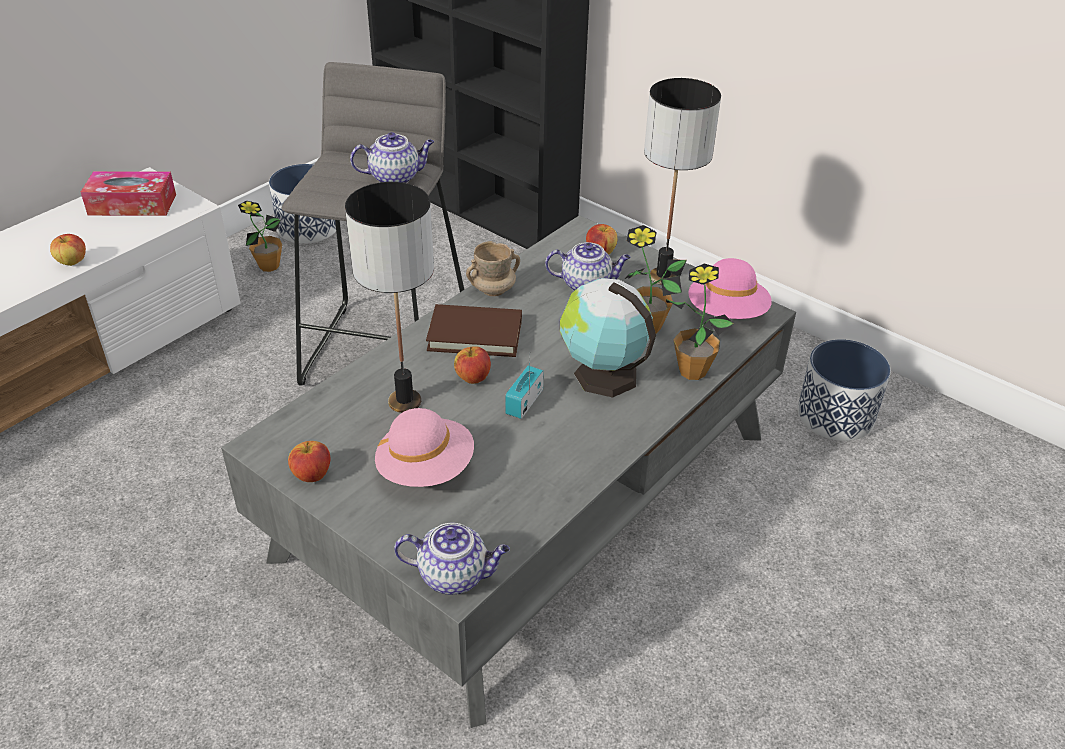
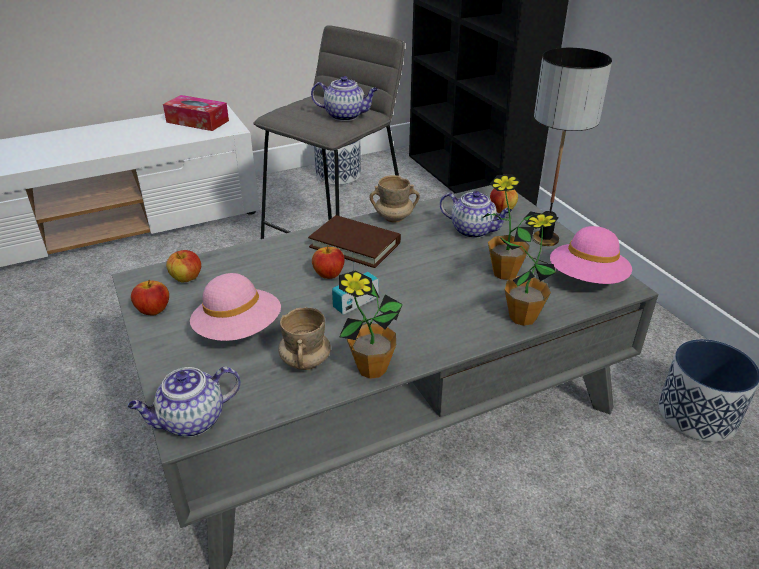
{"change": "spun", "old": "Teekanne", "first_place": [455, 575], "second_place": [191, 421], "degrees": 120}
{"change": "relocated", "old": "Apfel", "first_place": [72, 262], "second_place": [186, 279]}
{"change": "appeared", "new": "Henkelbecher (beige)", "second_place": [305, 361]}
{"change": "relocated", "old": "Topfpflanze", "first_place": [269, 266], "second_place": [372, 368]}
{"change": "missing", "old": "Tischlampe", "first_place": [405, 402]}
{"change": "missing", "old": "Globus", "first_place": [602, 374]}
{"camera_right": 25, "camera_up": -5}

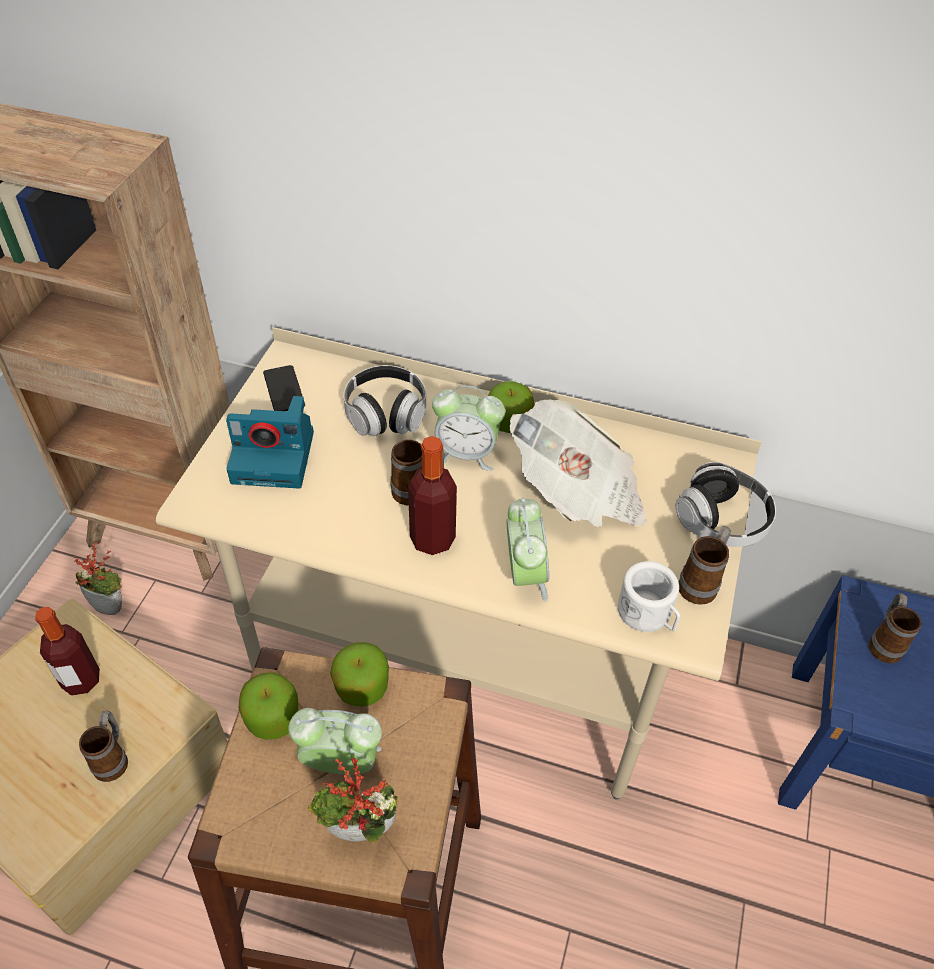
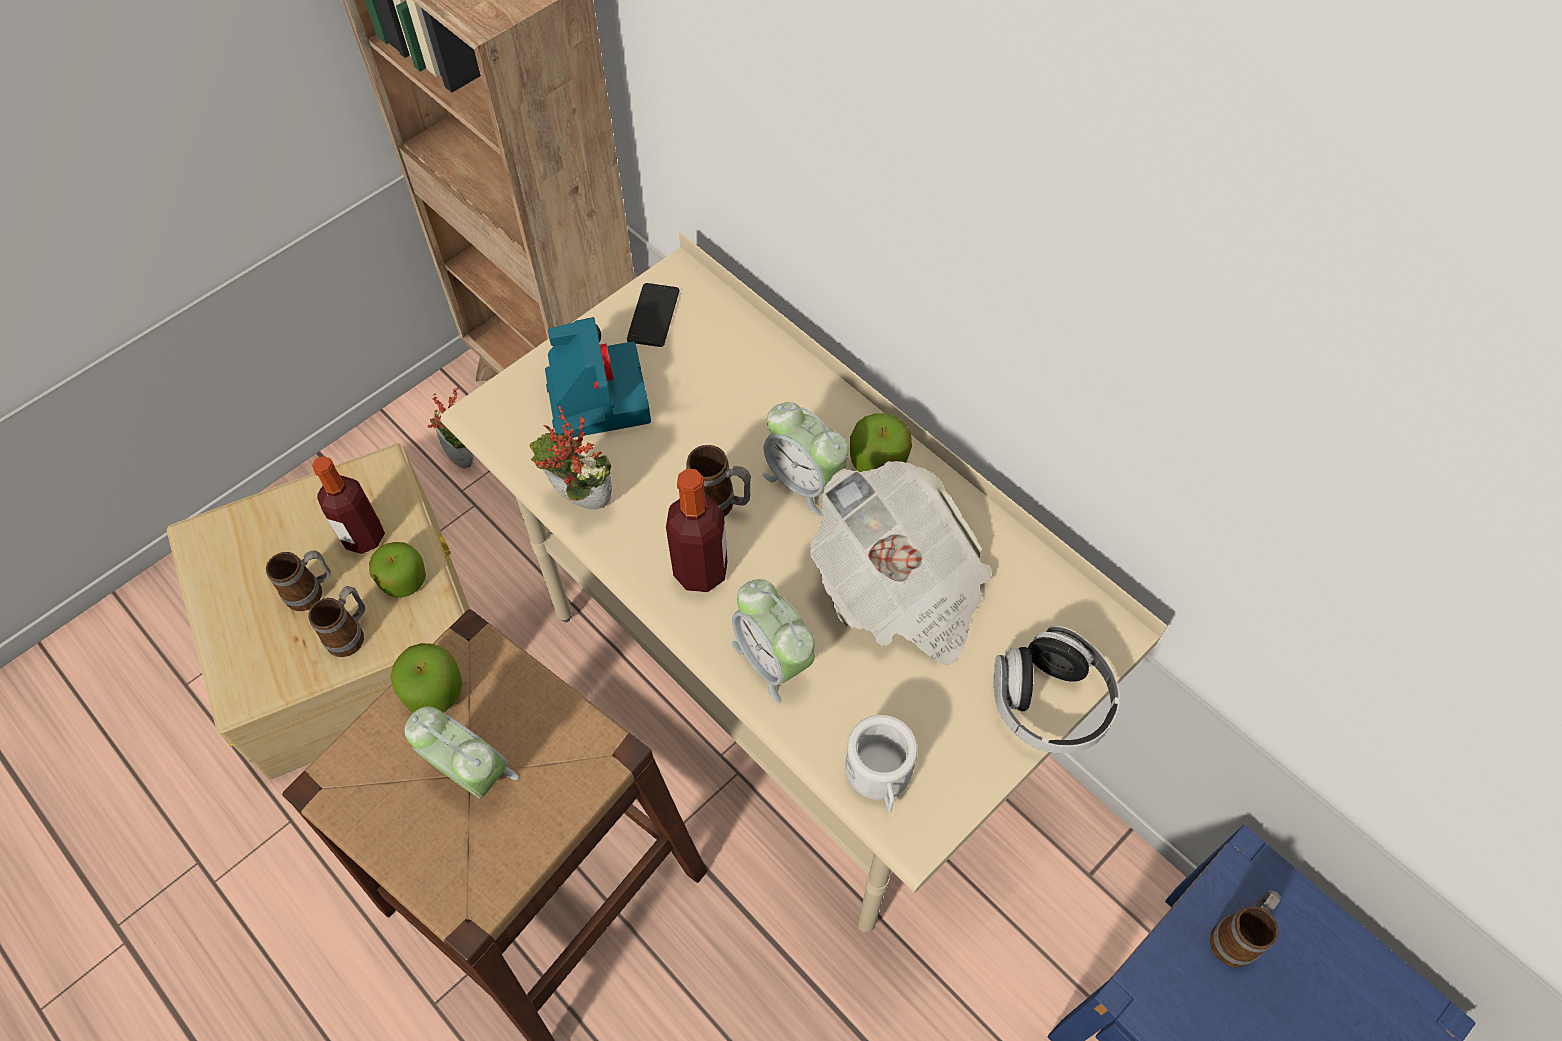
{"change": "relocated", "old": "Henkelbecher", "first_place": [701, 583], "second_place": [312, 592]}
{"change": "relocated", "old": "Apfel", "first_place": [361, 687], "second_place": [403, 580]}
{"change": "relocated", "old": "Topfpflanze", "first_place": [359, 837], "second_place": [579, 503]}
{"change": "spun", "old": "Kamera", "first_place": [275, 456], "second_place": [596, 396], "degrees": -135}
{"change": "spun", "old": "Wecker", "first_place": [524, 574], "second_place": [773, 660], "degrees": 120}
{"change": "missing", "old": "Kopfhörer", "first_place": [386, 414]}
{"camera_right": 30, "camera_up": 10}

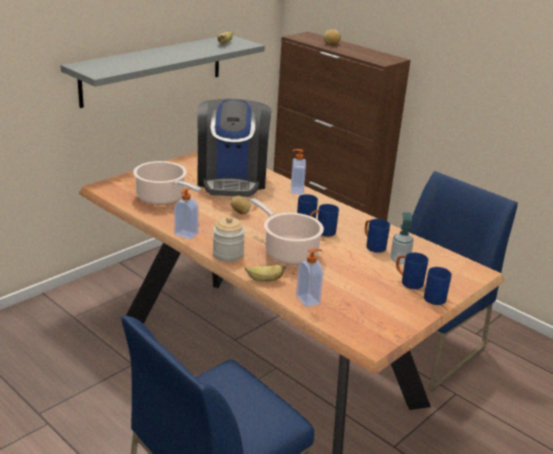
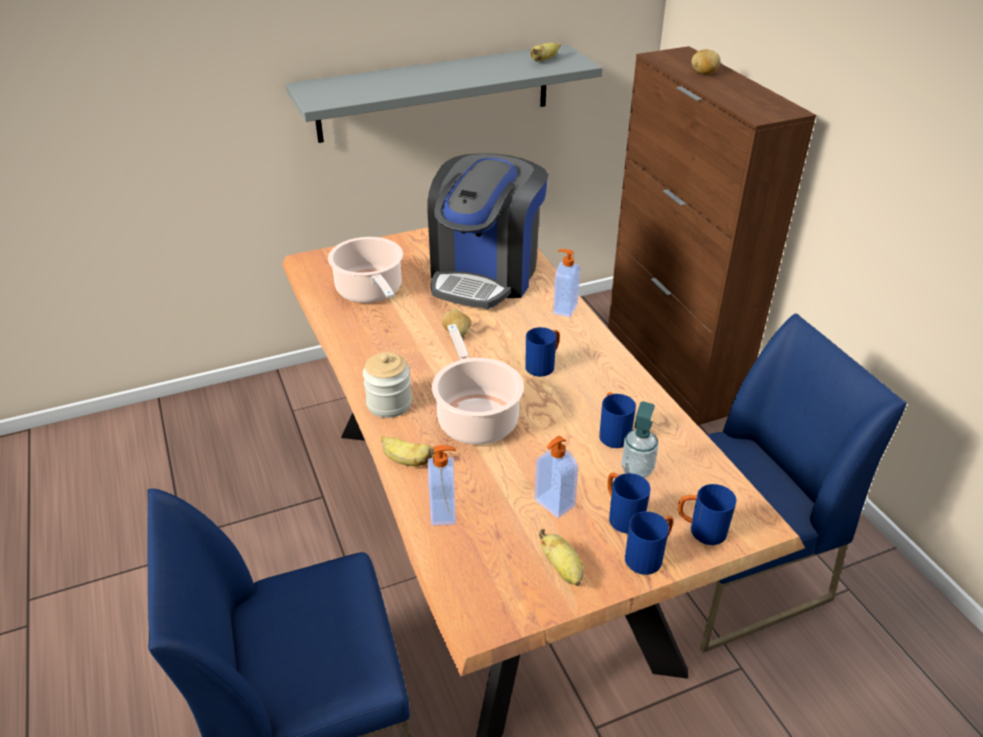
{"change": "relocated", "old": "Seifenspender", "first_place": [185, 234], "second_place": [553, 504]}
{"change": "appeared", "new": "Banane", "second_place": [563, 569]}
{"change": "relocated", "old": "Henkelbecher (blau)", "first_place": [322, 232], "second_place": [700, 530]}
{"camera_right": 25, "camera_up": 10}

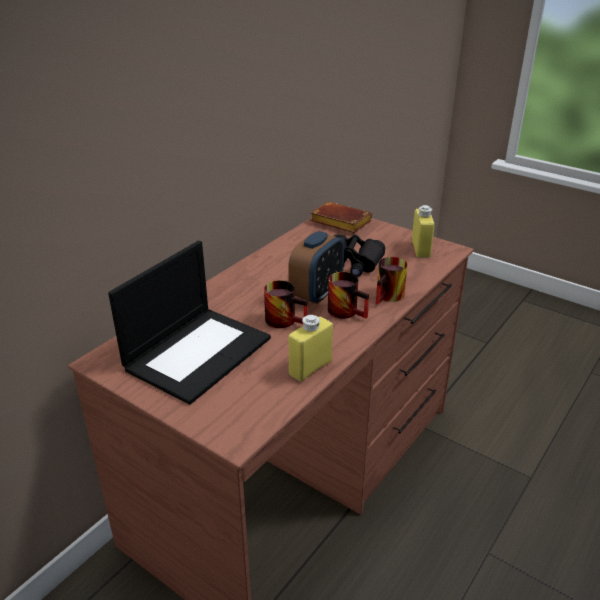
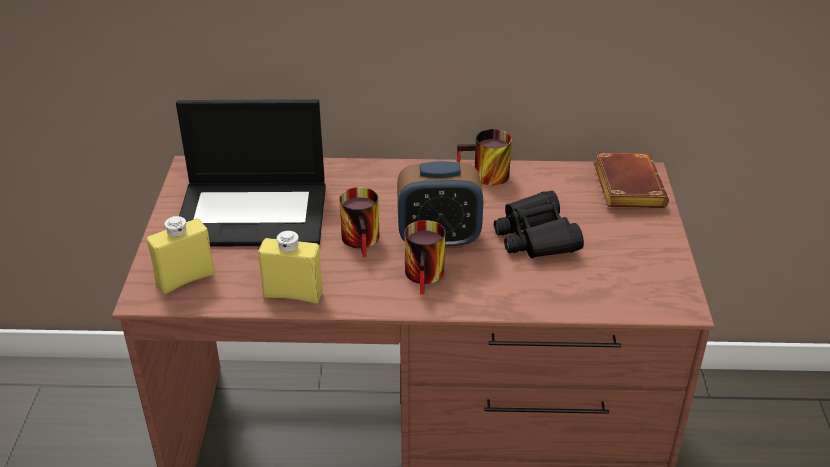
{"change": "relocated", "old": "Flasche (gelb)", "first_place": [420, 249], "second_place": [185, 279]}
{"change": "relocated", "old": "Henkelbecher", "first_place": [390, 297], "second_place": [485, 177]}
{"camera_right": 55, "camera_up": 5}

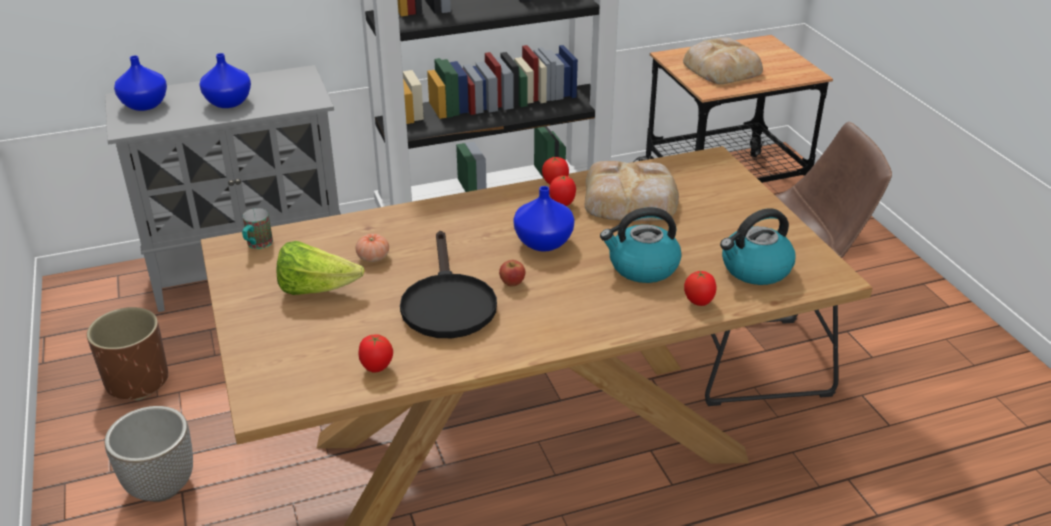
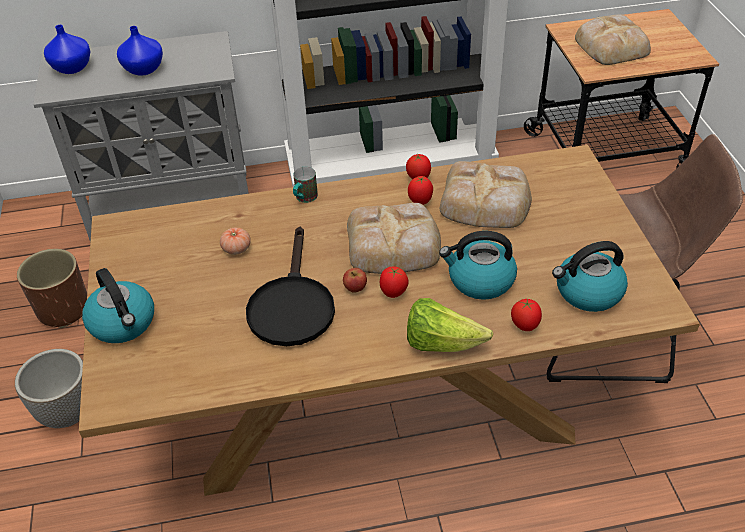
{"change": "appeared", "new": "Wasserkessel", "second_place": [123, 323]}
{"change": "relocated", "old": "Henkelbecher", "first_place": [257, 245], "second_place": [304, 199]}
{"change": "exchanged", "old": "Vase (blau)", "new": "Brot", "first_place": [544, 242], "second_place": [394, 245]}
{"change": "relocated", "old": "Tomate", "first_place": [376, 368], "second_place": [393, 293]}
{"change": "relocated", "old": "Salatkopf", "first_place": [316, 289], "second_place": [441, 343]}
{"camera_right": 10, "camera_up": 10}

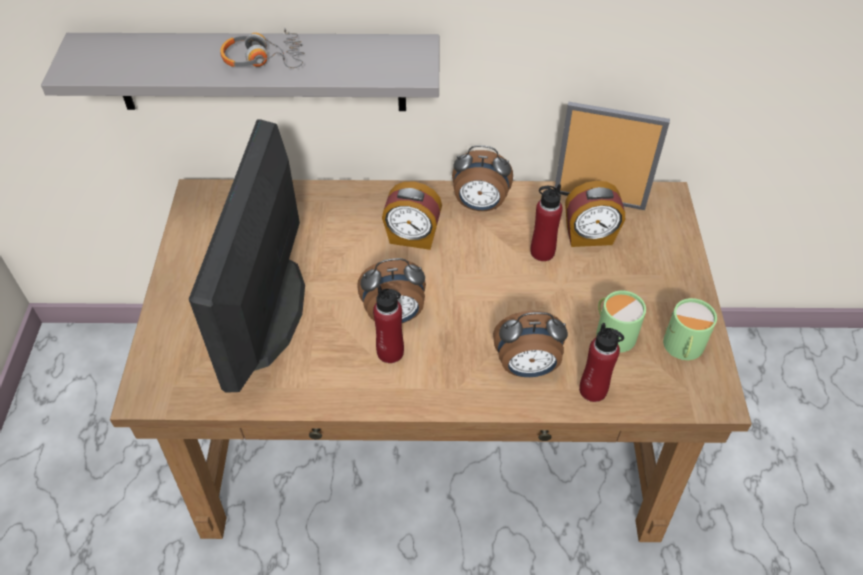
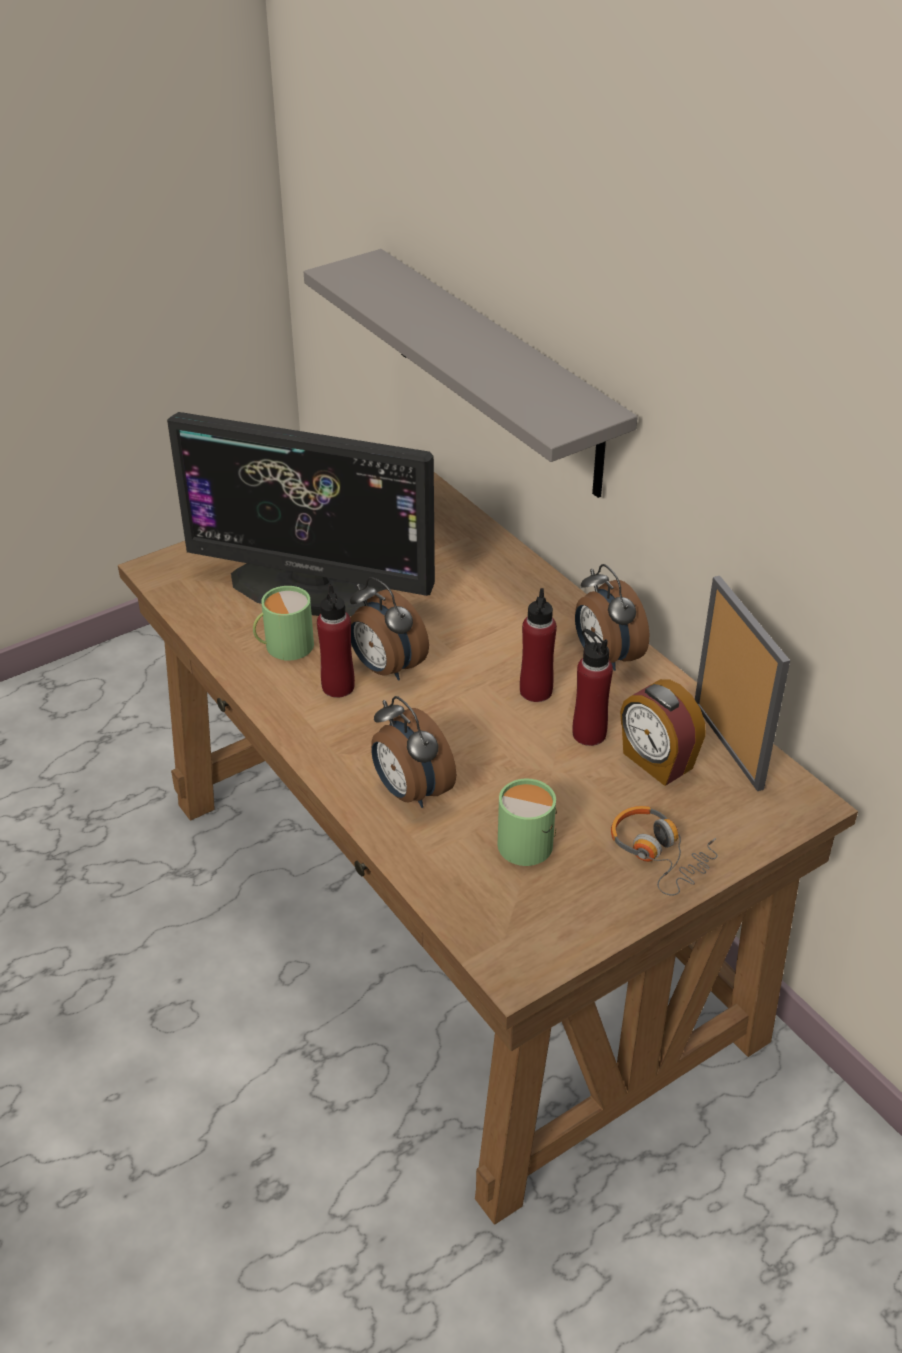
{"change": "spun", "old": "Monitor", "first_place": [266, 311], "second_place": [311, 587], "degrees": -135}
{"change": "relocated", "old": "Henkelbecher (grün)", "first_place": [682, 347], "second_place": [284, 646]}
{"change": "relocated", "old": "Flasche (rot)", "first_place": [593, 390], "second_place": [536, 691]}
{"change": "relocated", "old": "Kopfhörer", "first_place": [264, 59], "second_place": [658, 855]}
{"change": "missing", "old": "Wecker", "first_place": [412, 237]}
{"camera_right": 55, "camera_up": -10}

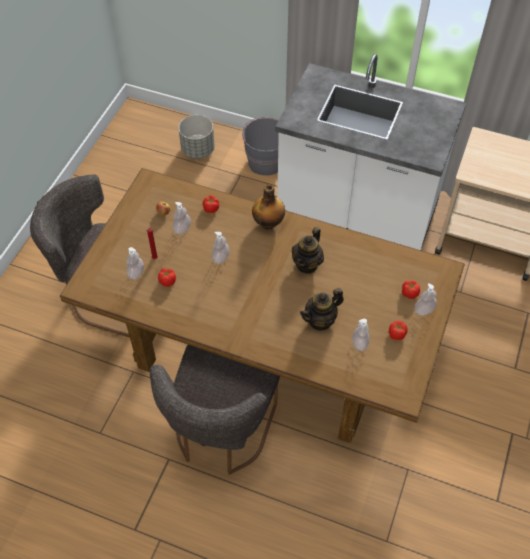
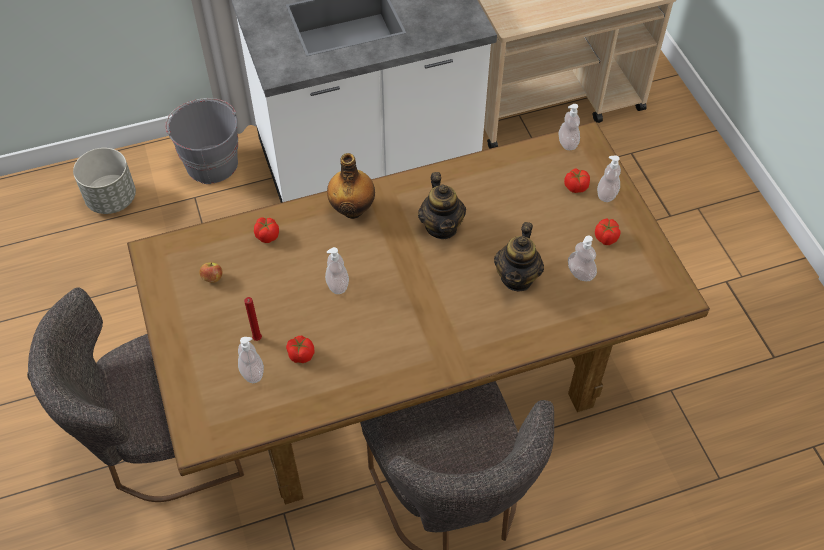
{"change": "relocated", "old": "Seifenspender", "first_place": [182, 229], "second_place": [567, 143]}
{"camera_right": -40, "camera_up": 0}

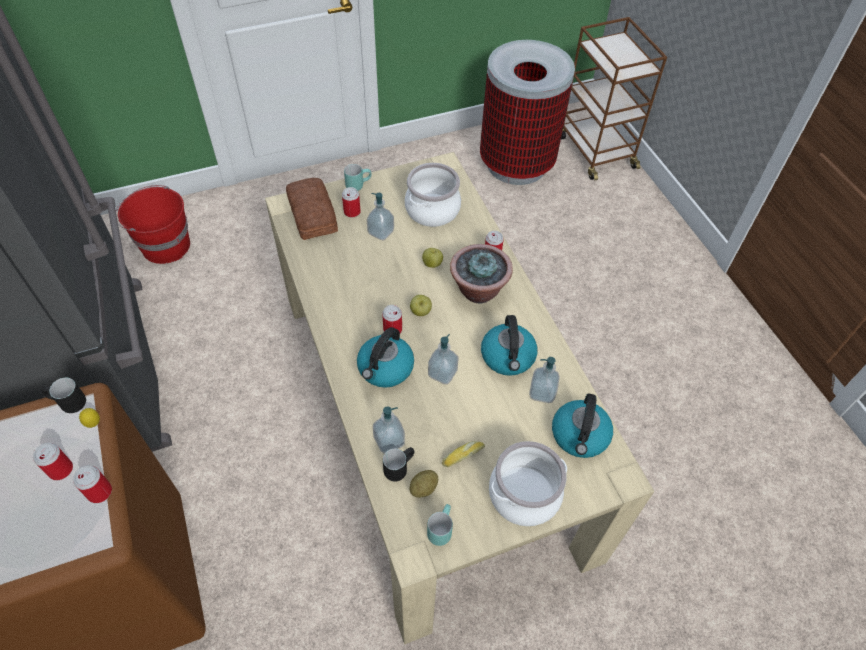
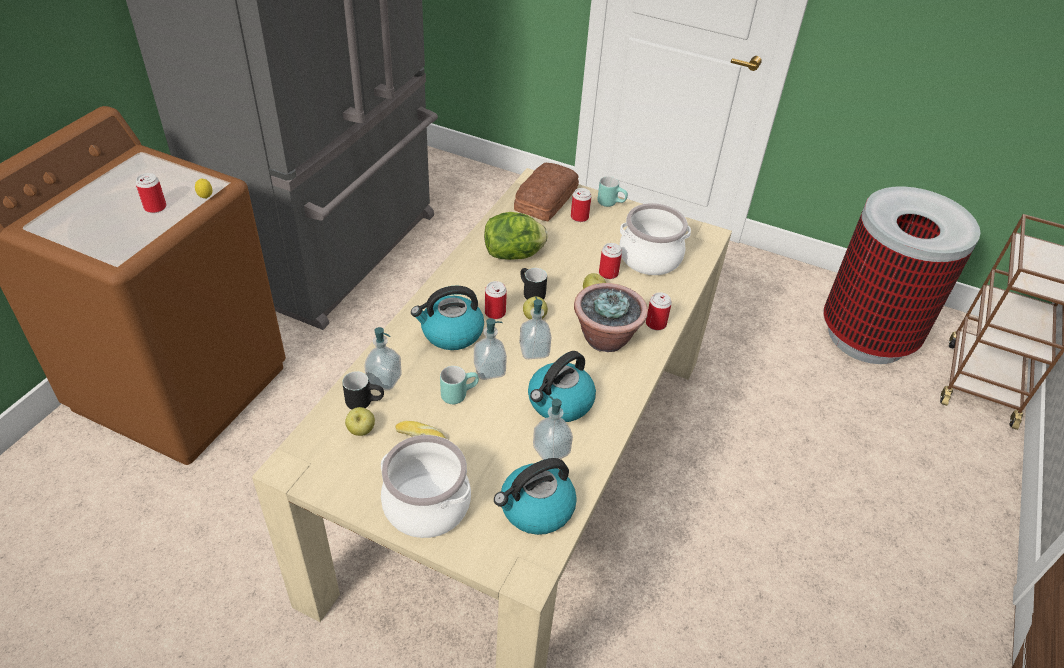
{"change": "exchanged", "old": "Kartoffel", "new": "Apfel", "first_place": [423, 488], "second_place": [361, 430]}
{"change": "relocated", "old": "Henkelbecher (türkis)", "first_place": [439, 528], "second_place": [458, 393]}
{"change": "appeared", "new": "Salatkopf", "second_place": [514, 255]}
{"change": "relocated", "old": "Henkelbecher (schwarz)", "first_place": [68, 404], "second_place": [530, 293]}
{"change": "relocated", "old": "Seifenspender", "first_place": [381, 232], "second_place": [534, 351]}
{"change": "relocated", "old": "Dose", "first_place": [99, 492], "second_place": [608, 273]}
{"change": "missing", "old": "Eimer (rot)", "first_place": [165, 245]}
{"camera_right": 45, "camera_up": -10}

